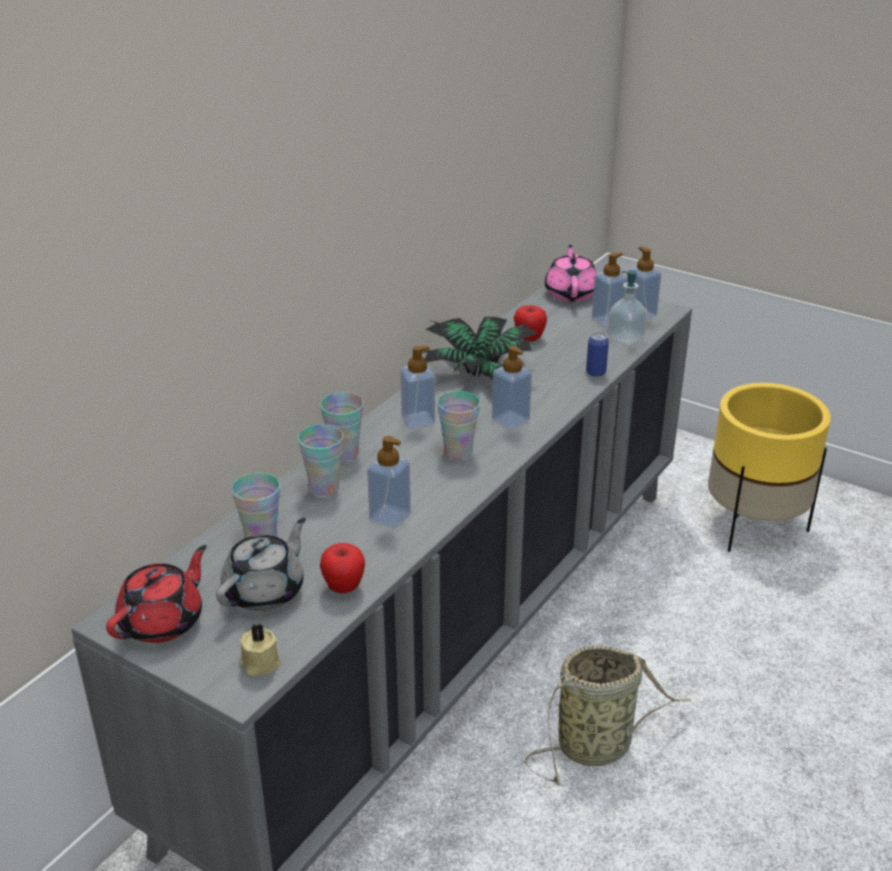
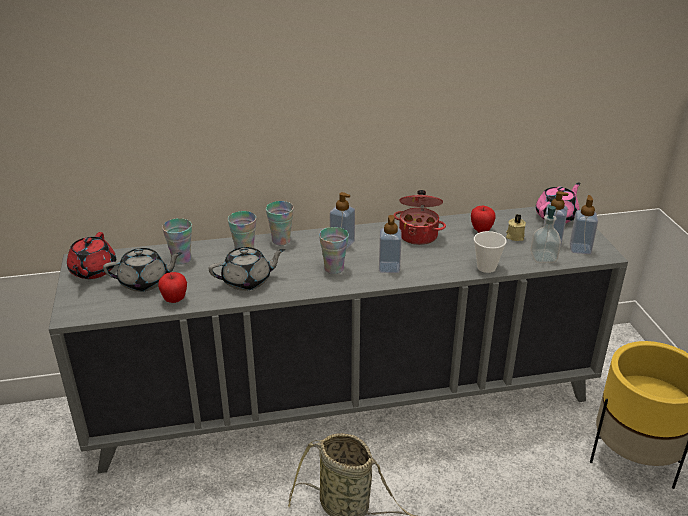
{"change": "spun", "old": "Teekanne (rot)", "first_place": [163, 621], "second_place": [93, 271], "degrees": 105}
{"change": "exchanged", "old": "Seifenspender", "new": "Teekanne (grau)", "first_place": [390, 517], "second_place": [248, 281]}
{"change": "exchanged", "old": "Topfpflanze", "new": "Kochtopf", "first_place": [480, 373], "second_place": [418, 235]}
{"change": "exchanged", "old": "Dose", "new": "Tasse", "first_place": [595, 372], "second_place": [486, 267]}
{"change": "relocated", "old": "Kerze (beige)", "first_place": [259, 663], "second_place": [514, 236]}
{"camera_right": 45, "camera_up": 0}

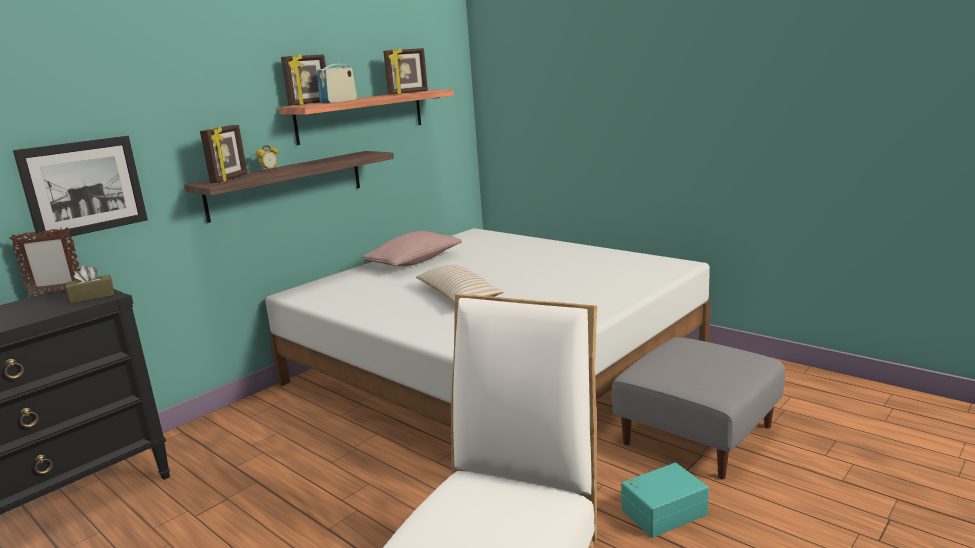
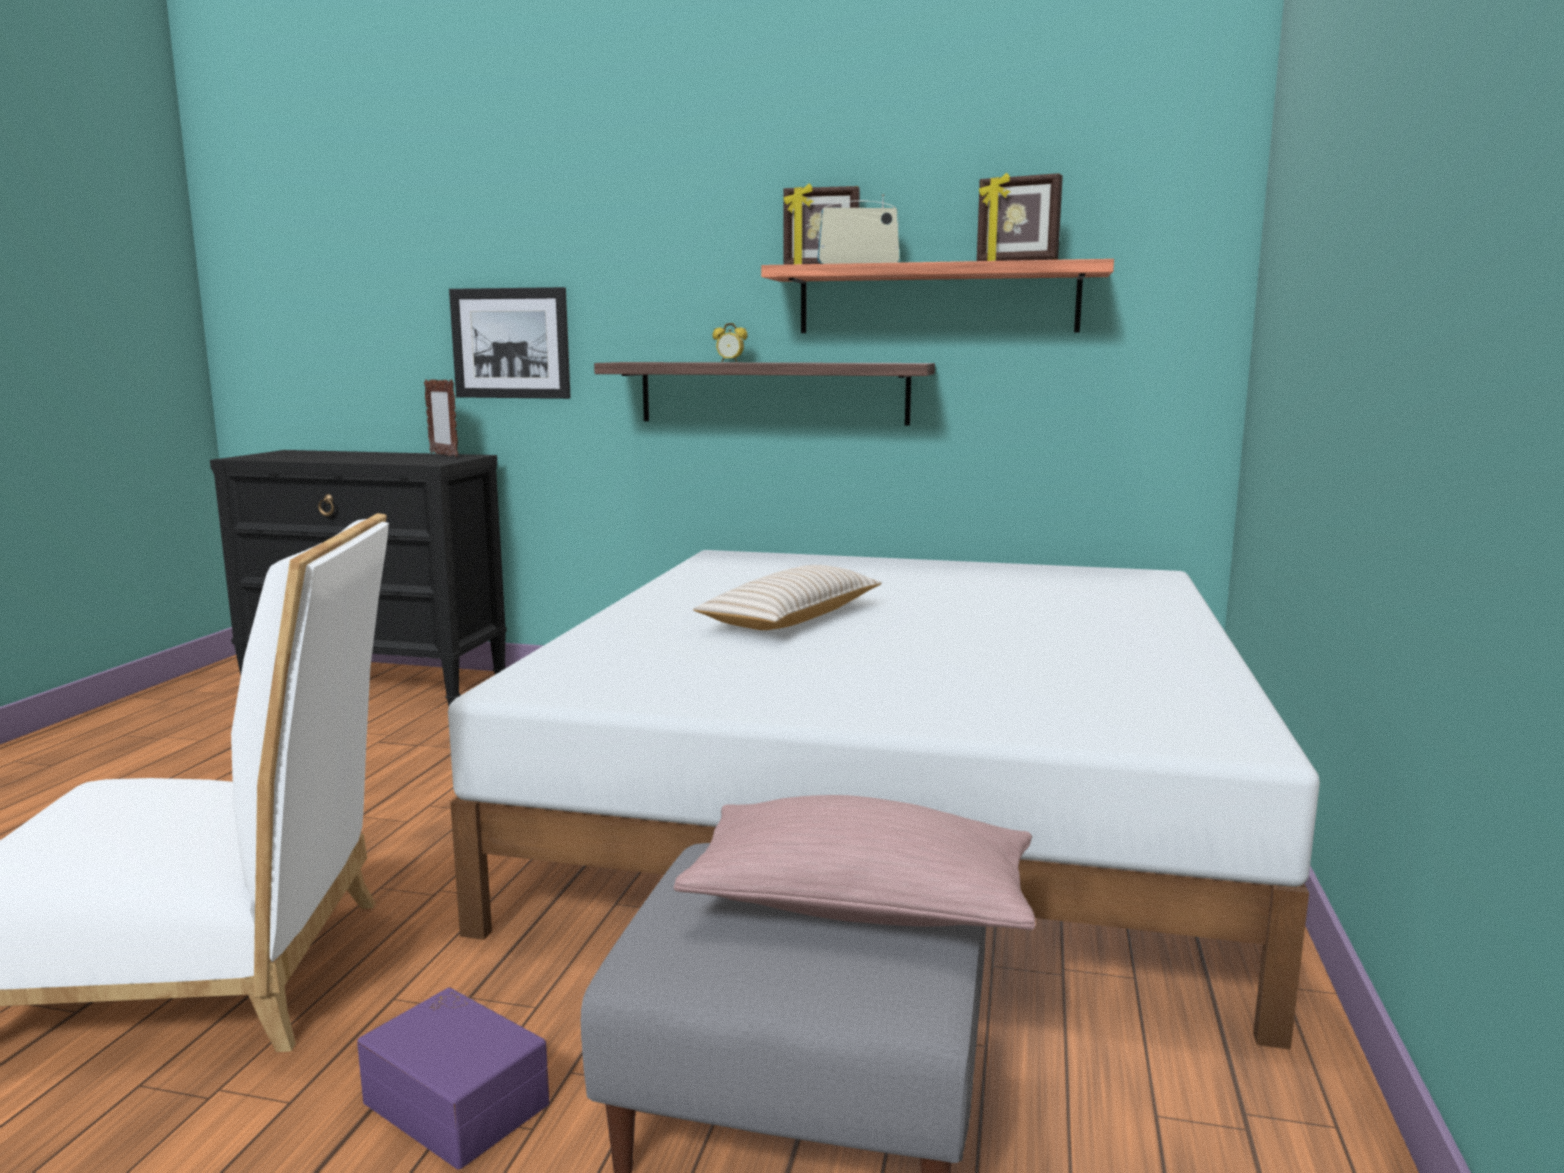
{"change": "colour", "old": "Aufbewahrungsbox (türkis)", "new": "Aufbewahrungsbox (lila)", "first_place": [662, 511], "second_place": [459, 1100]}
{"change": "relocated", "old": "Kissen (rosa)", "first_place": [414, 262], "second_place": [860, 906]}
{"change": "missing", "old": "Taschentuchbox (braun)", "first_place": [92, 296]}
{"change": "missing", "old": "Bilderrahmen", "first_place": [230, 179]}
{"camera_right": 60, "camera_up": -5}

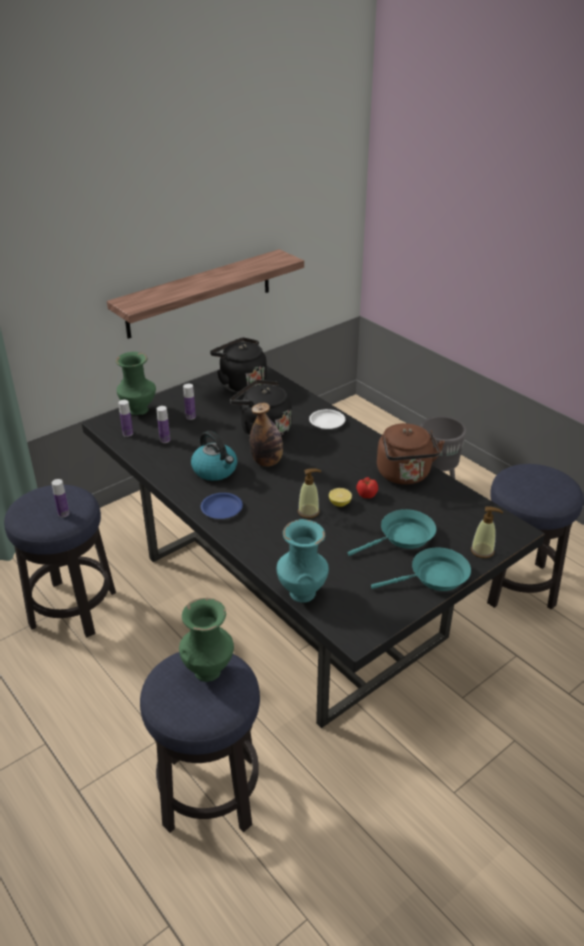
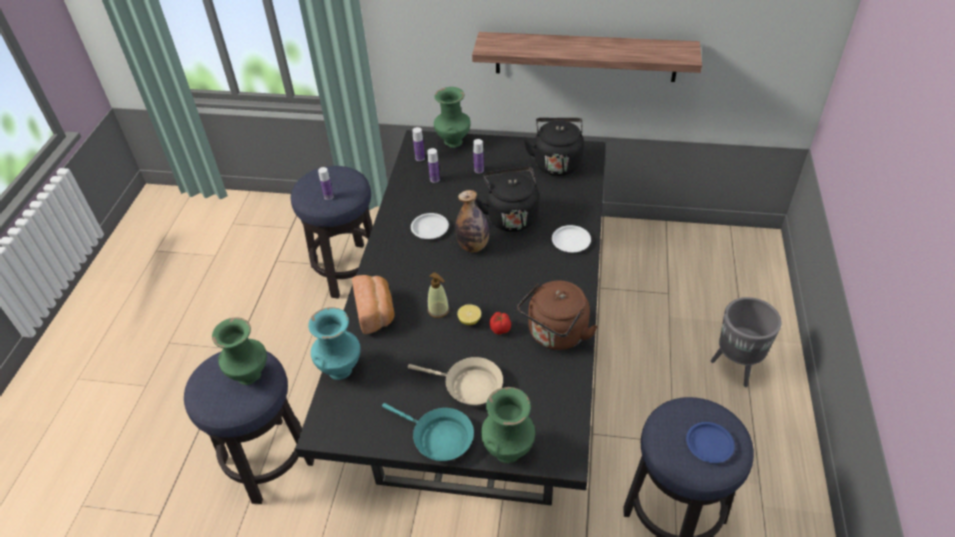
{"change": "appeared", "new": "Brot", "second_place": [376, 312]}
{"change": "colour", "old": "Pfanne (türkis)", "new": "Pfanne (beige)", "first_place": [403, 537], "second_place": [469, 386]}
{"change": "exchanged", "old": "Wasserkessel", "new": "Teller (weiß)", "first_place": [215, 470], "second_place": [430, 228]}
{"change": "exchanged", "old": "Seifenspender", "new": "Vase (grün)", "first_place": [482, 551], "second_place": [508, 450]}
{"change": "relocated", "old": "Teller (blau)", "first_place": [221, 508], "second_place": [709, 444]}
{"camera_right": 50, "camera_up": 10}

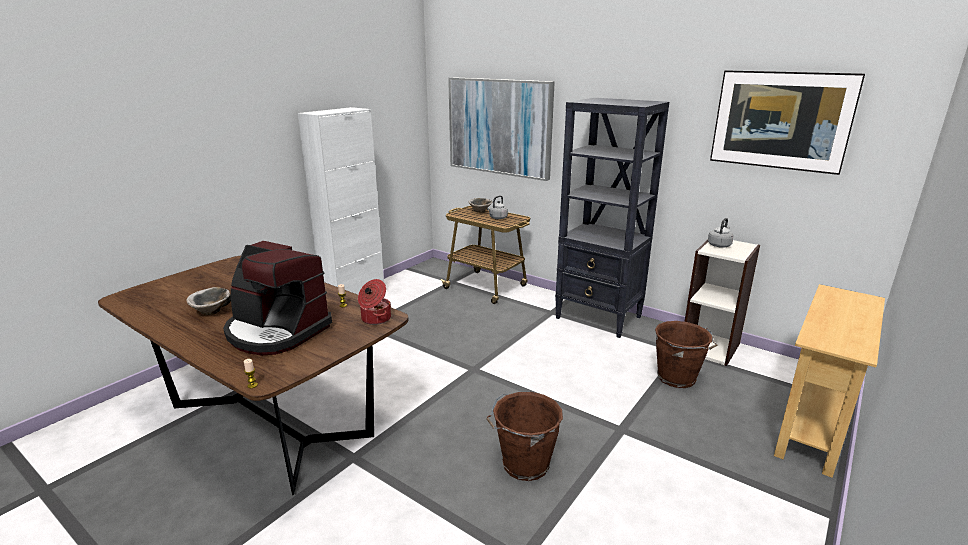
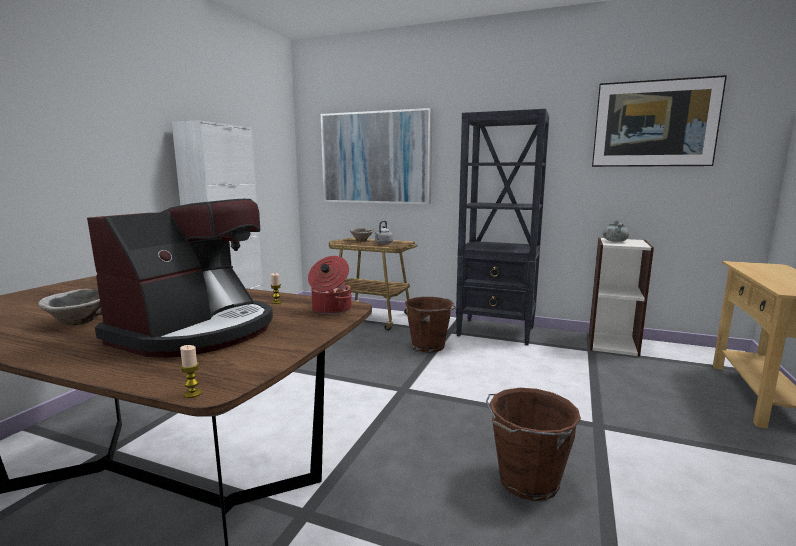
{"change": "spun", "old": "Kaffeemaschine", "first_place": [276, 331], "second_place": [197, 331], "degrees": -75}
{"change": "relocated", "old": "Eimer (braun)", "first_place": [677, 378], "second_place": [429, 346]}
{"change": "exchanged", "old": "Wasserkessel (grau)", "new": "Kochtopf (grau)", "first_place": [719, 245], "second_place": [614, 241]}
{"camera_right": -15, "camera_up": -10}

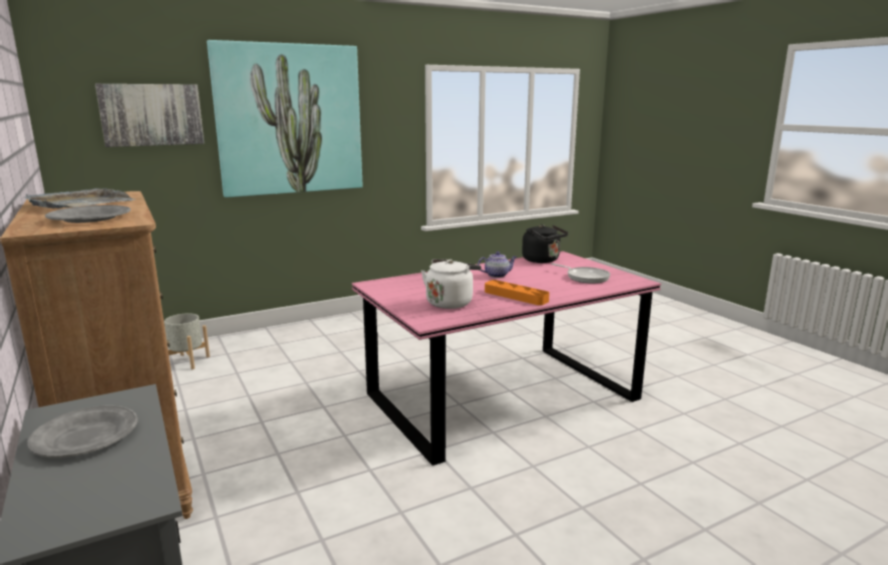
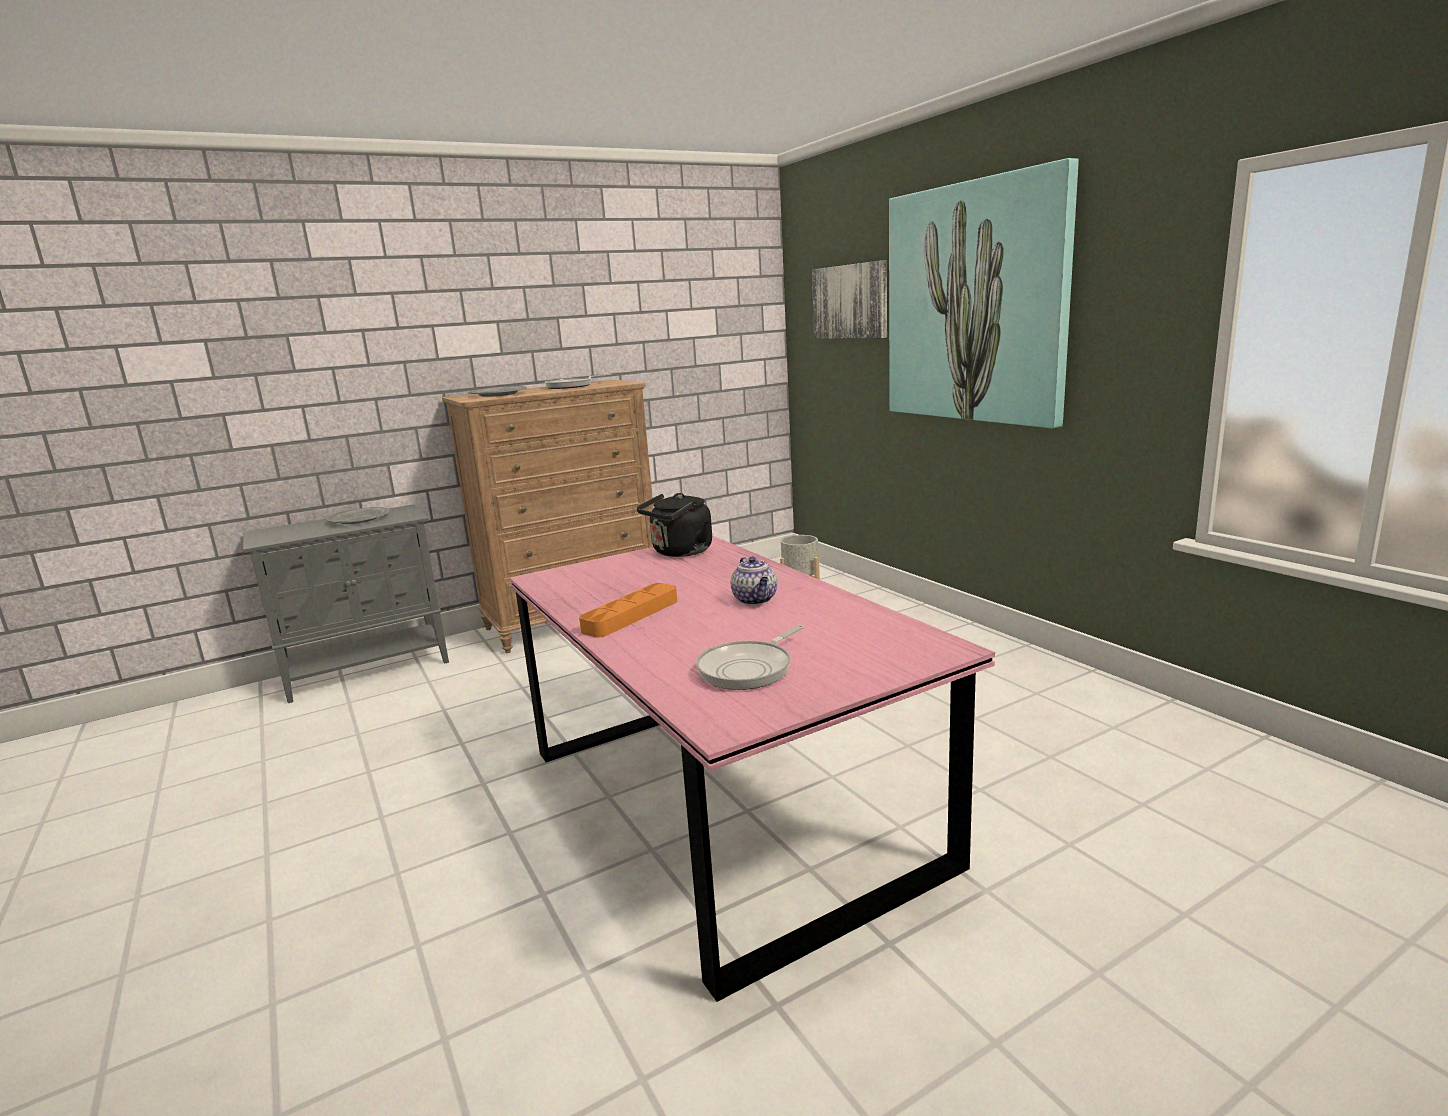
{"change": "exchanged", "old": "Tablett (grau)", "new": "Pfanne", "first_place": [80, 203], "second_place": [572, 386]}
{"change": "relocated", "old": "Wasserkessel (schwarz)", "first_place": [543, 260], "second_place": [679, 552]}
{"change": "missing", "old": "Wasserkessel (weiß)", "first_place": [450, 302]}
{"camera_right": 90, "camera_up": 0}

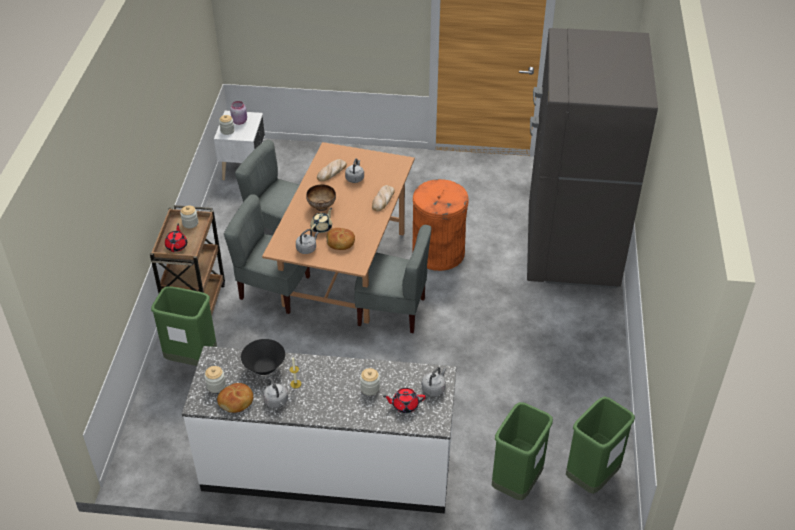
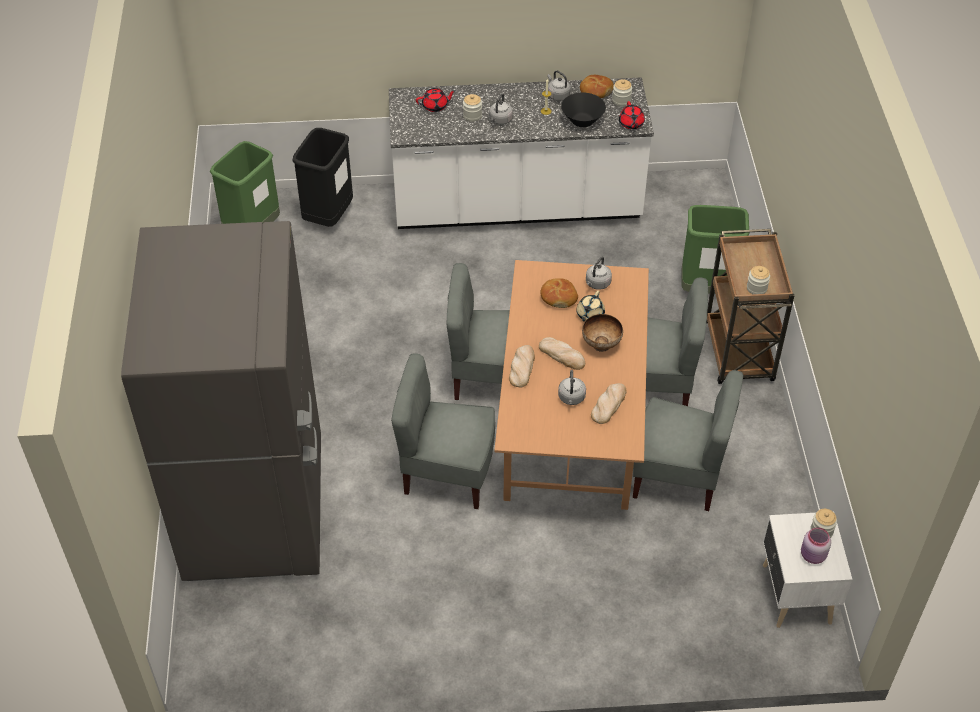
{"change": "colour", "old": "Mülleimer (grün)", "new": "Mülleimer (schwarz)", "first_place": [516, 483], "second_place": [328, 217]}
{"change": "exchanged", "old": "Mülleimer (orange)", "new": "Stuhl (grau)", "first_place": [438, 253], "second_place": [447, 473]}
{"change": "relocated", "old": "Wasserkessel (grau)", "first_place": [434, 388], "second_place": [500, 120]}
{"change": "appeared", "new": "Brot", "second_place": [562, 355]}
{"change": "relocated", "old": "Teekanne (rot)", "first_place": [177, 245], "second_place": [631, 124]}
{"camera_right": 170, "camera_up": 5}

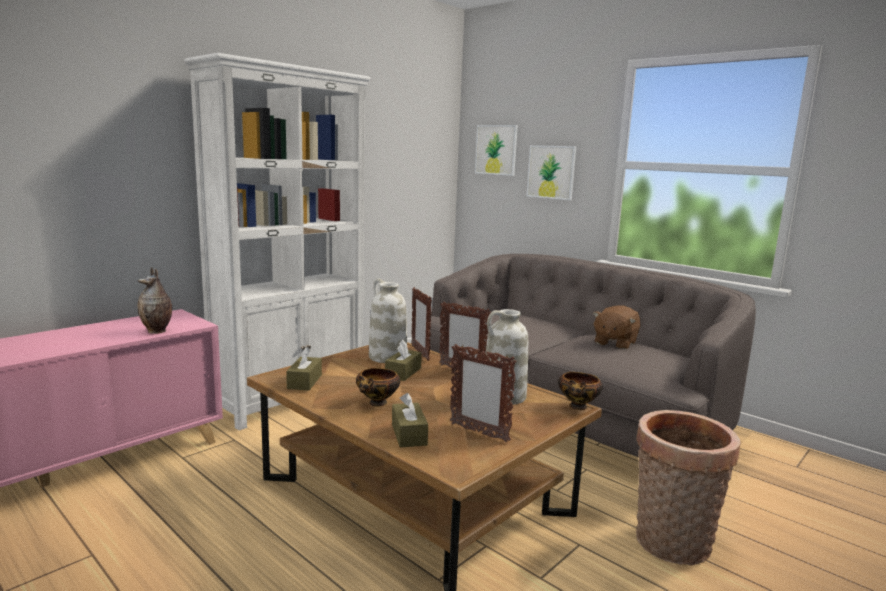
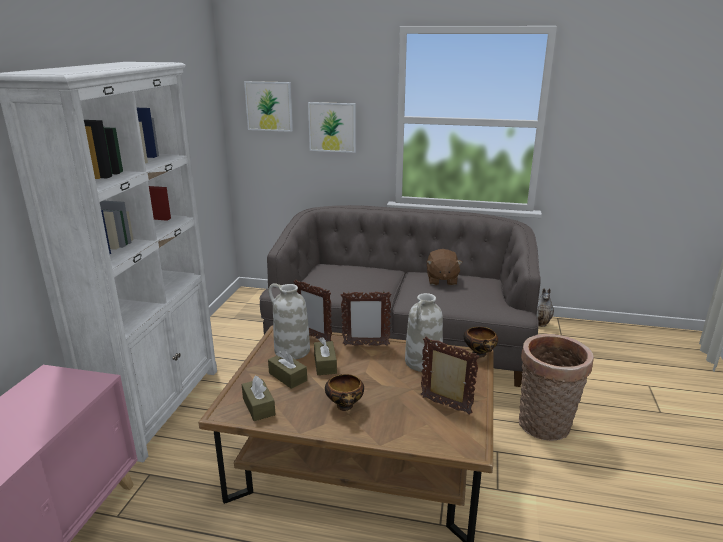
{"change": "relocated", "old": "Taschentuchbox (braun)", "first_place": [409, 434], "second_place": [287, 377]}
{"change": "spun", "old": "Bilderrahmen", "first_place": [478, 432], "second_place": [446, 406], "degrees": -150}
{"change": "relocated", "old": "Vase", "first_place": [157, 331], "second_place": [541, 324]}
{"camera_right": -30, "camera_up": 10}

